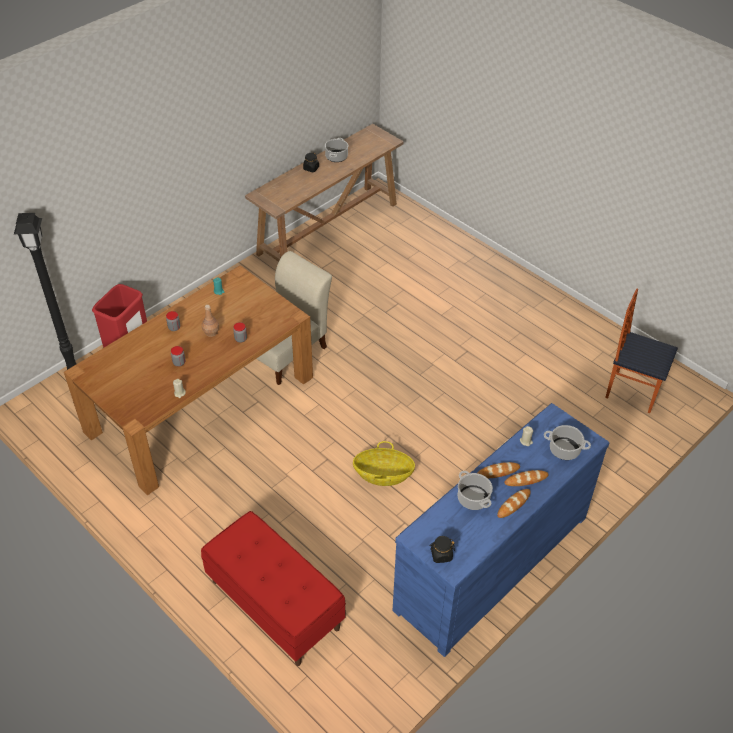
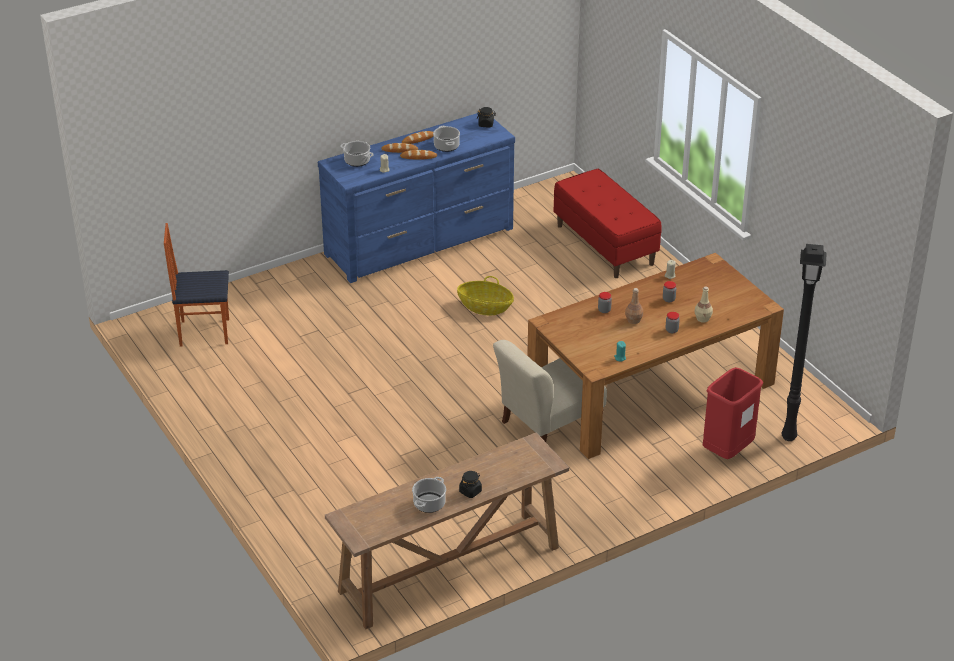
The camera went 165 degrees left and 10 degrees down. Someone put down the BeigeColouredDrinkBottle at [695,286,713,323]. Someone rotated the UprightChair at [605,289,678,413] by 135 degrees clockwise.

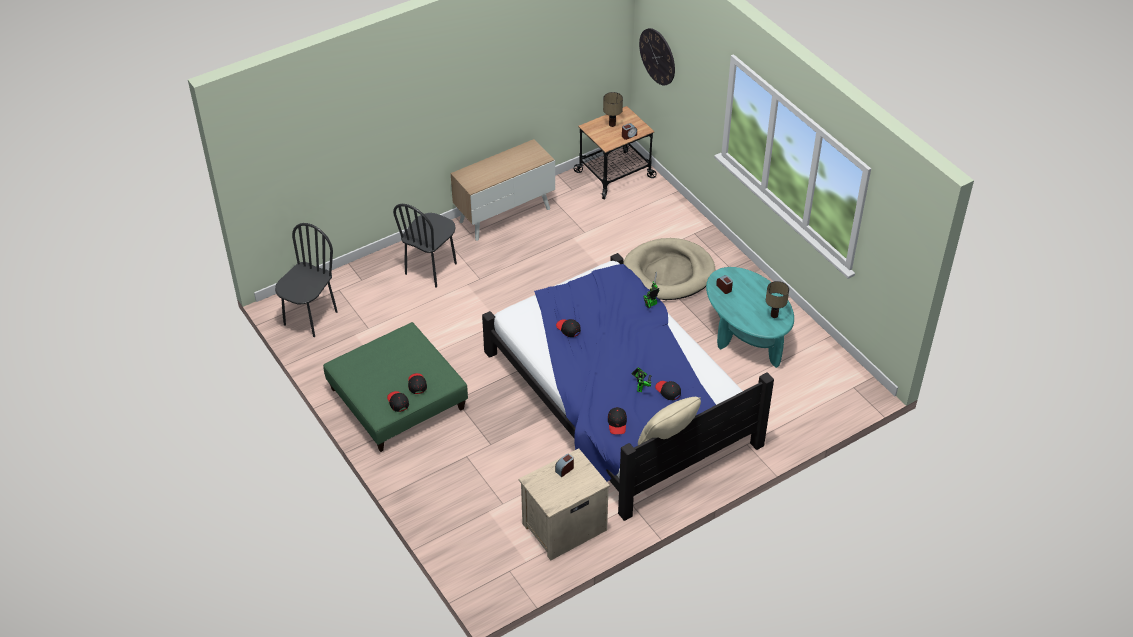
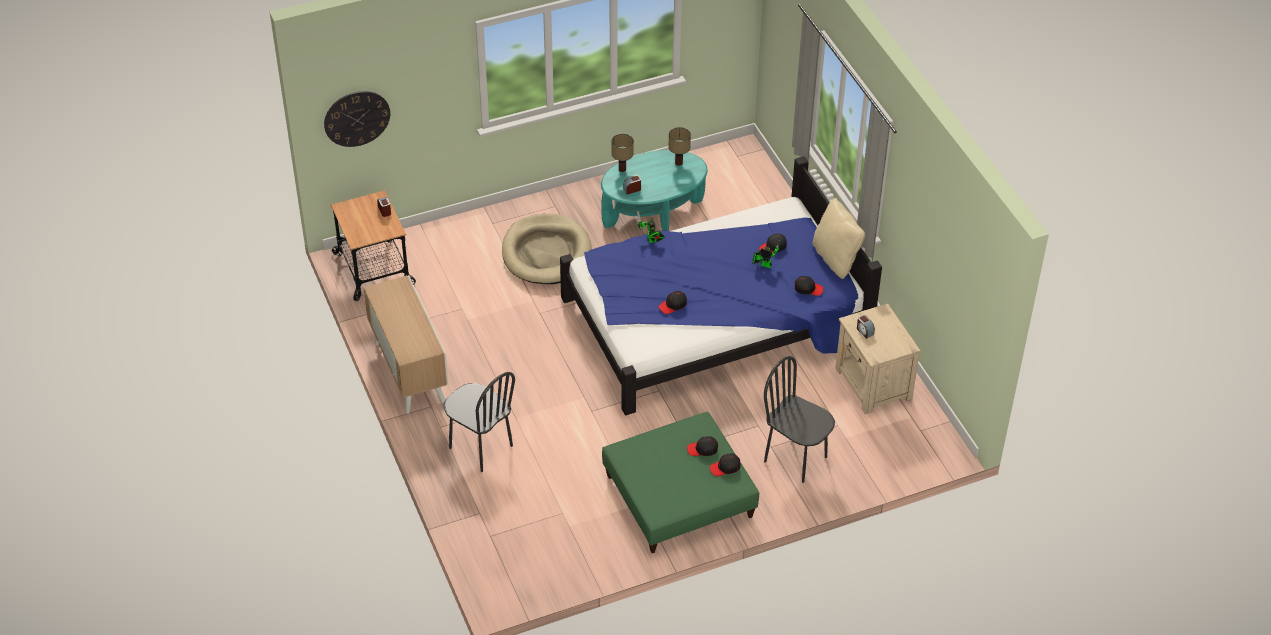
The camera went 80 degrees left and 0 degrees up. Someone carried the BlackishUprightChair from [275,223,337,337] to [764,356,835,483]. Someone carried the TabletopLamp from [603,92,623,127] to [612,134,634,172].

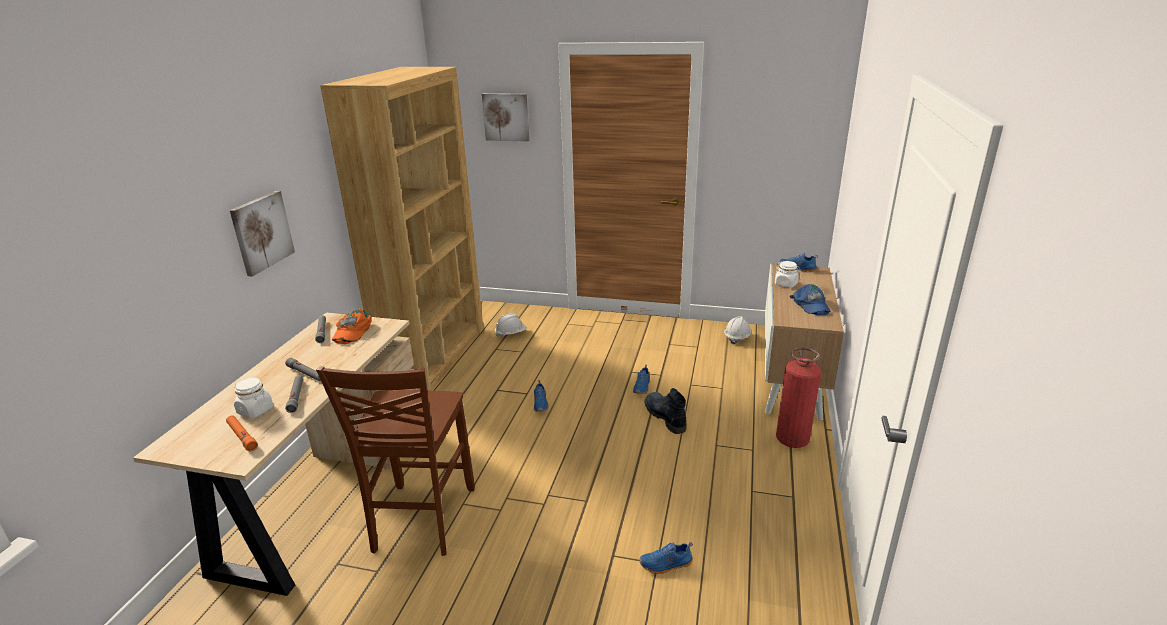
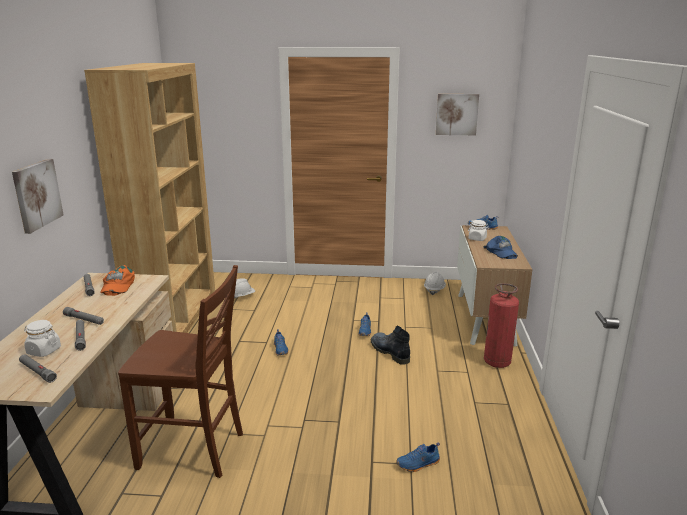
The camera went 10 degrees left and 5 degrees down. Someone carried the Picture from [482,93,529,142] to [436,94,479,135]. Someone repainted the OrangeHandTorch at [226,416,258,451], which became the GreyishHandTorch at [19,355,57,383]. Someone rotated the BrownishUprightChair at [316,366,475,556] by 75 degrees counterclockwise.

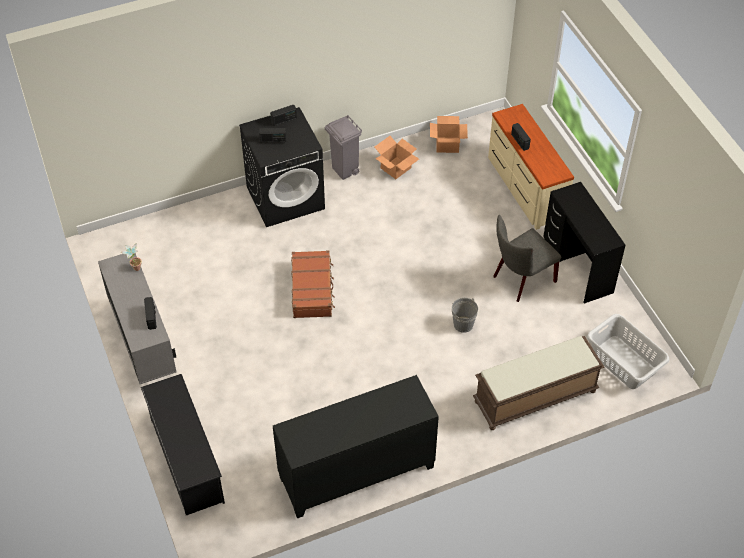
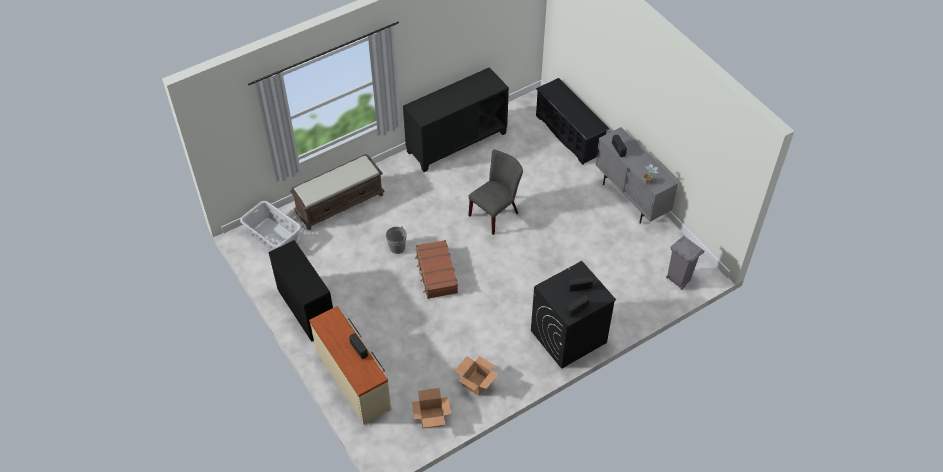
The camera went 170 degrees right and 0 degrees up. Someone carried the BrownishPieceOfLuggage from [291,250,335,318] to [415,240,458,299]. Someone carried the GreyishRubbishBin from [325,115,362,180] to [666,236,704,290]. Someone carried the GreyishUprightChair from [493,215,561,302] to [468,149,523,235].

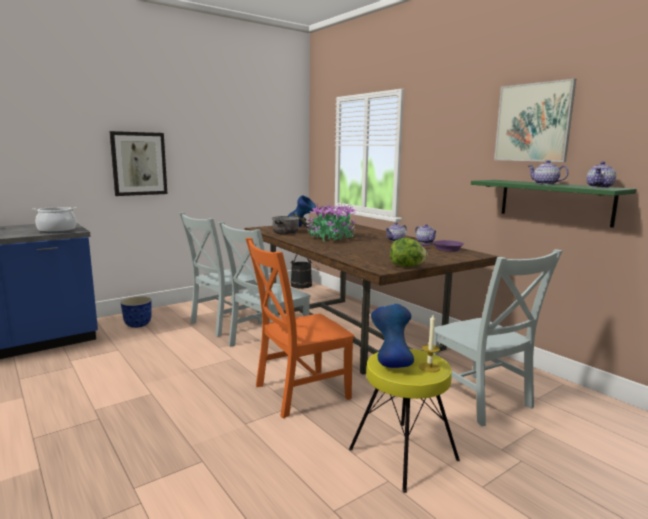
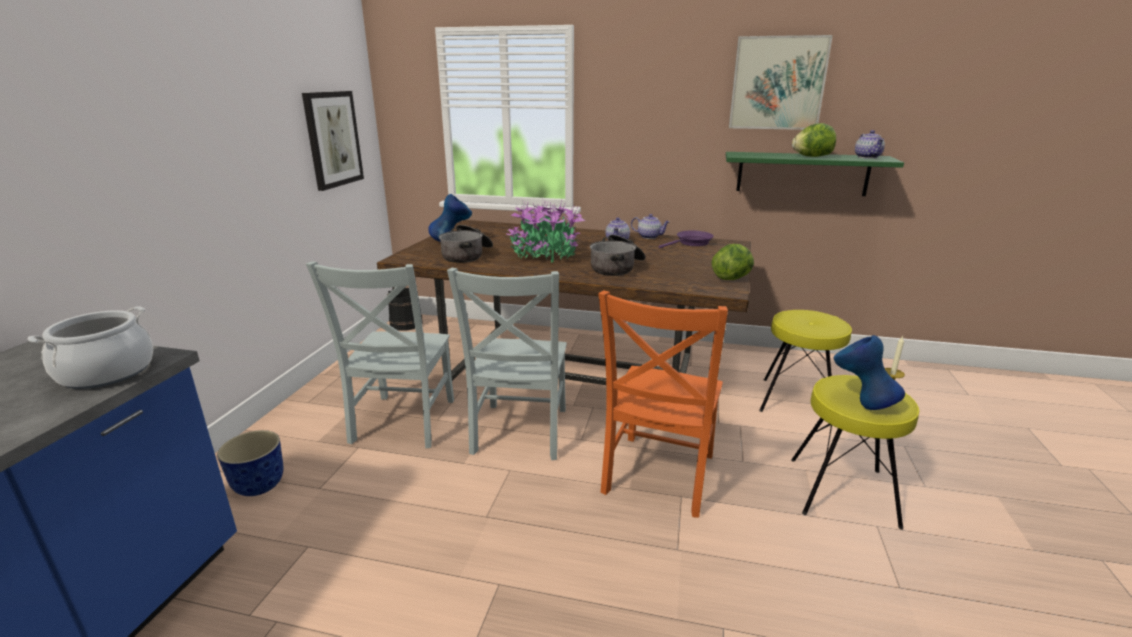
The camera went 40 degrees left and 10 degrees up. Someone put down the Saucepot at [590,235,646,276]. Someone carried the Picture from [109,131,167,196] to [302,91,364,191]. Someone swapped the GreyishUprightChair at [433,249,563,426] for the YellowColouredStool at [759,310,852,412]. Someone swapped the TeaPot at [528,160,569,185] for the Lettuce at [792,123,836,157].

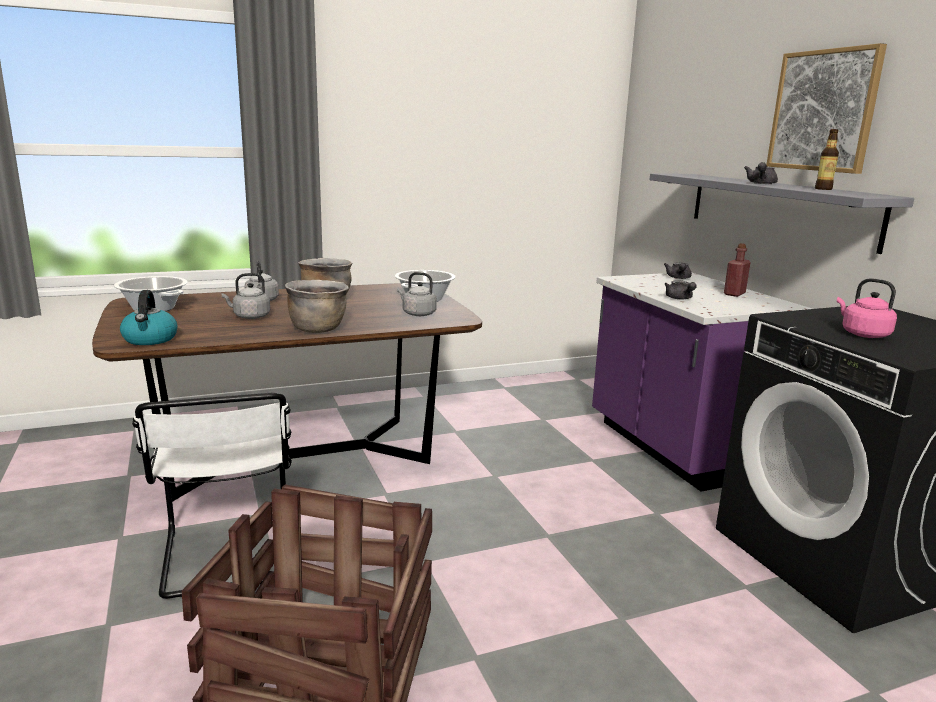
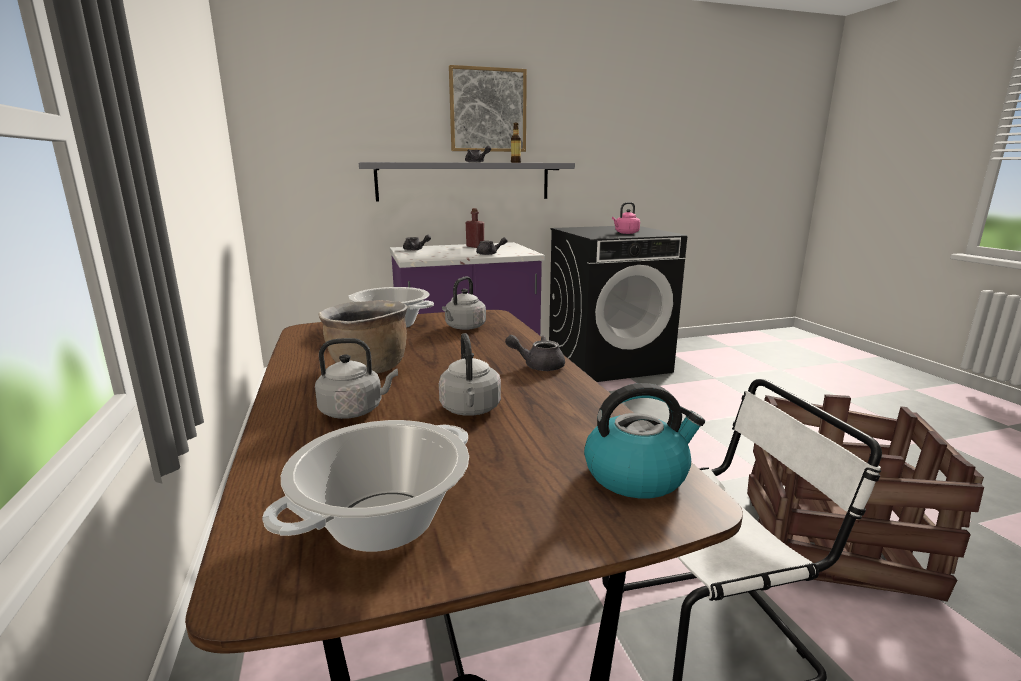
The camera went 85 degrees left and 0 degrees up. Someone swapped the BrownishSaucepot at [285,280,349,333] for the GreyishTeaPot at [505,335,565,371].

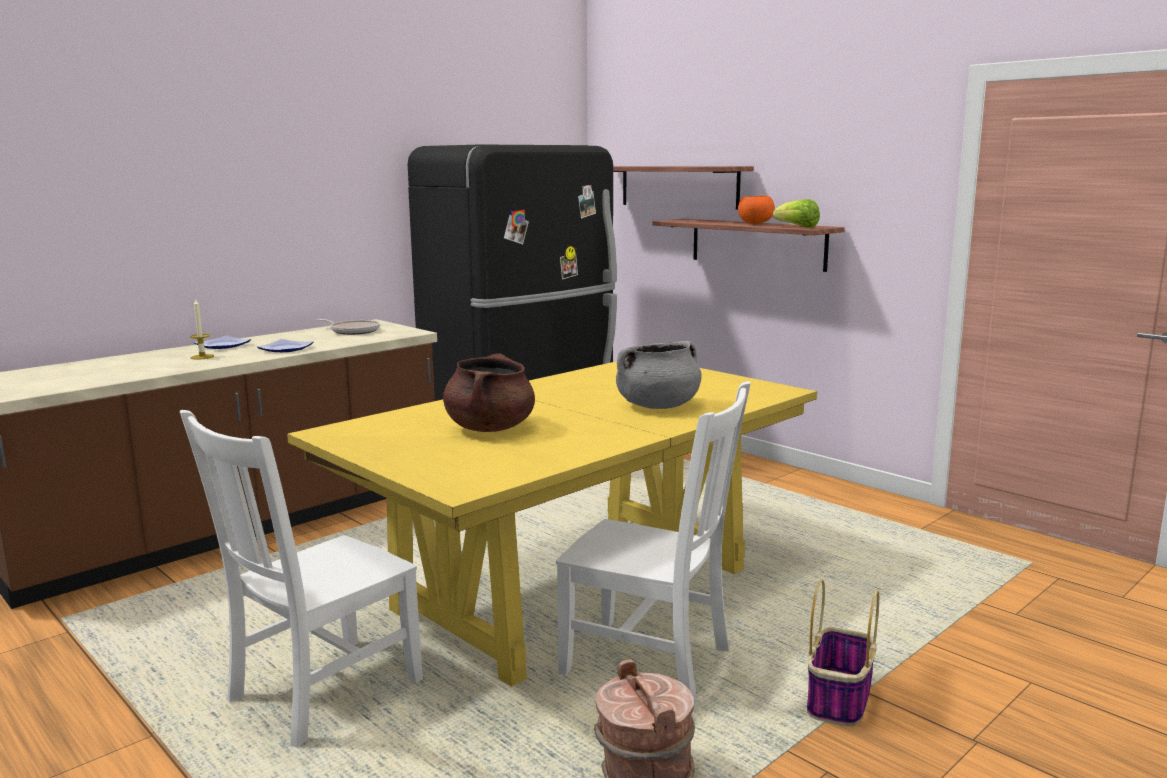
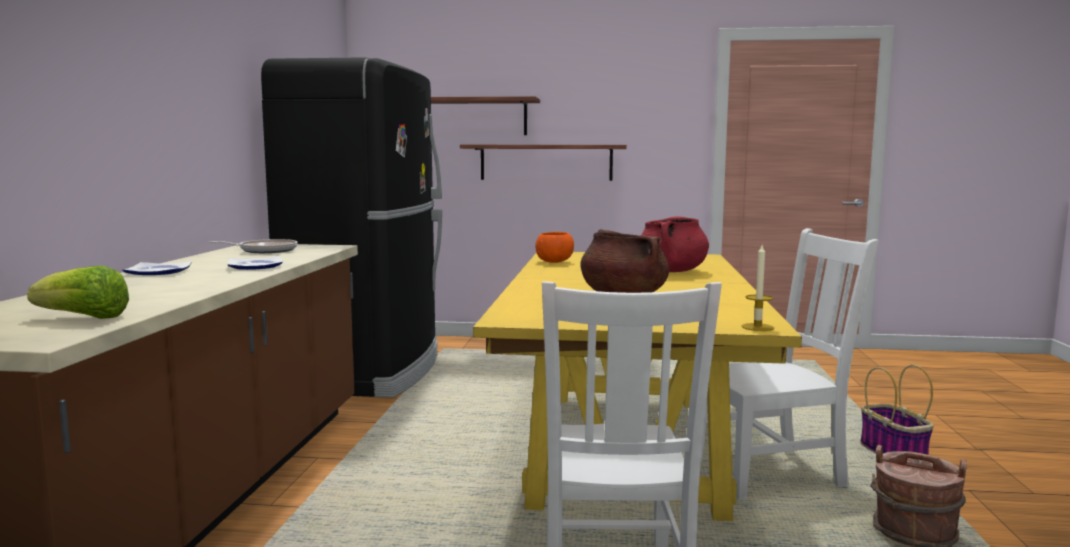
The camera went 40 degrees left and 5 degrees down. Someone carried the WaxLight from [190,299,214,360] to [742,245,774,331]. Someone carried the OrangeServingBowl from [738,196,775,224] to [535,232,574,263]. Someone carried the Lettuce from [773,199,820,228] to [27,265,129,319]. Someone repainted the GreyishSaucepot at [616,341,702,409], which became the RedSaucepot at [641,216,709,272].

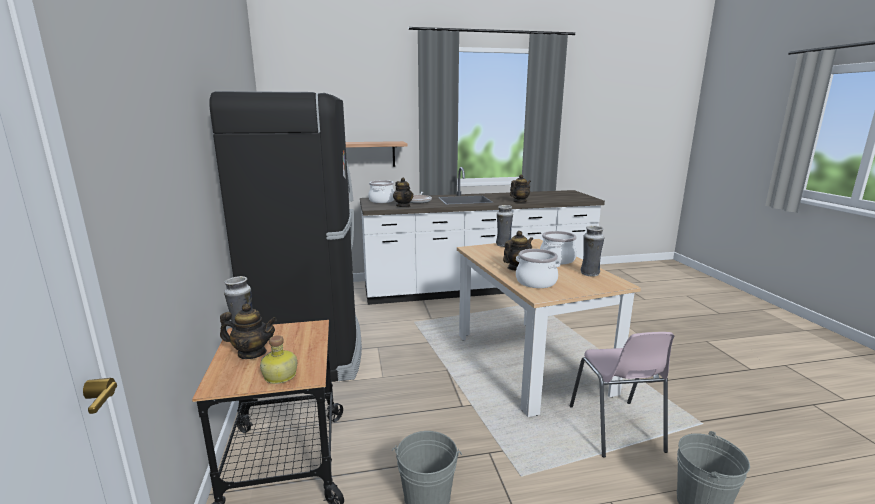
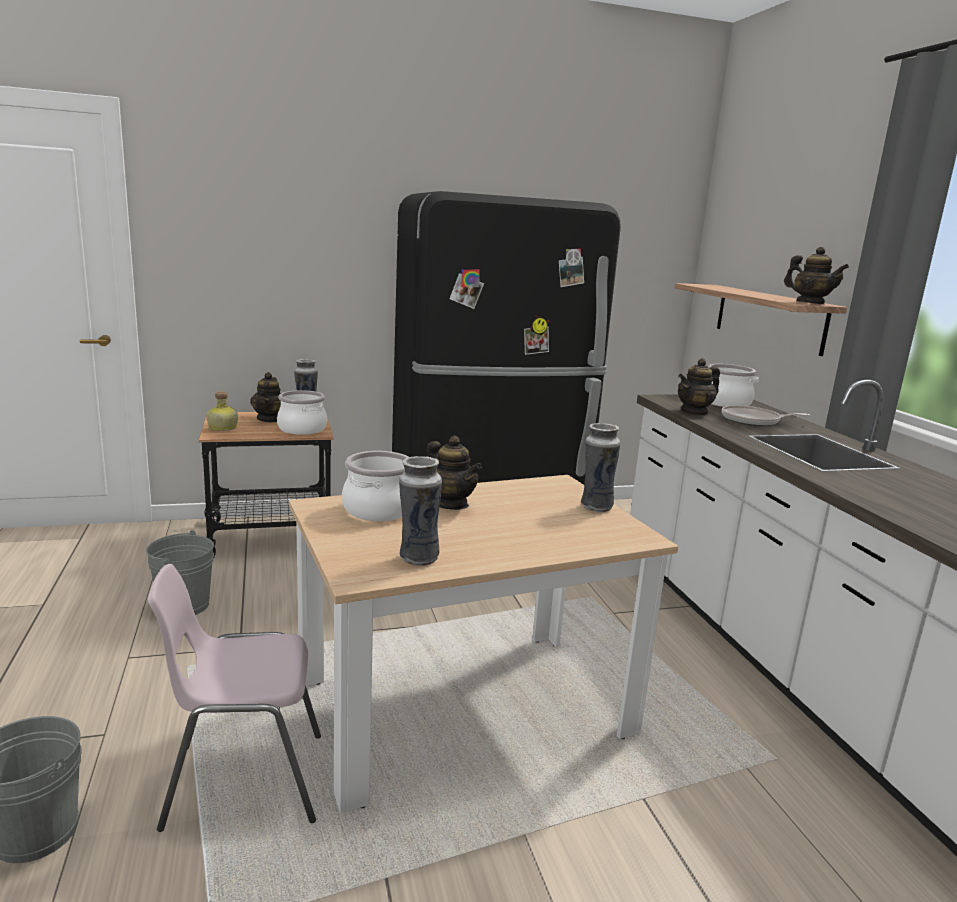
The camera went 85 degrees right and 0 degrees up. Someone carried the TeaPot from [510,174,531,203] to [784,247,849,305]. Someone carried the Saucepot from [540,231,577,264] to [277,390,327,435].

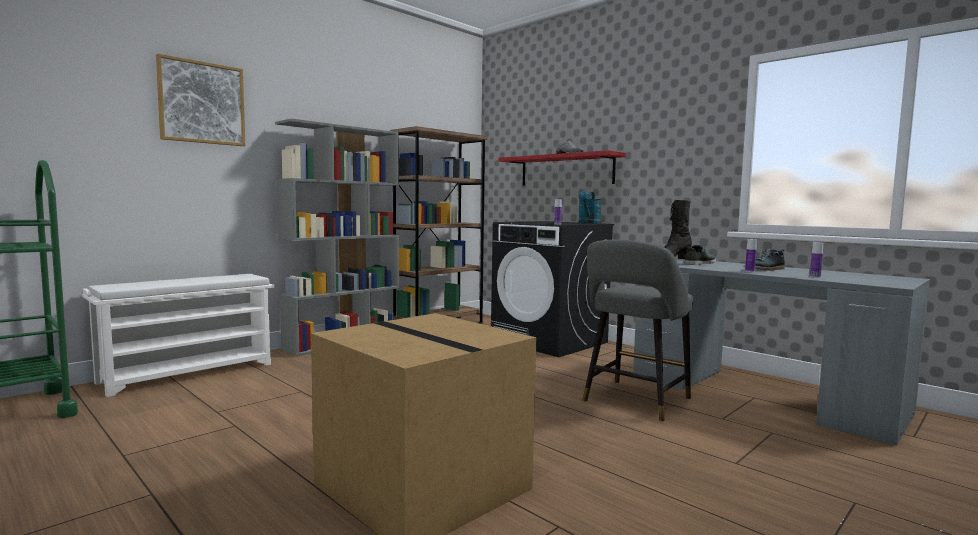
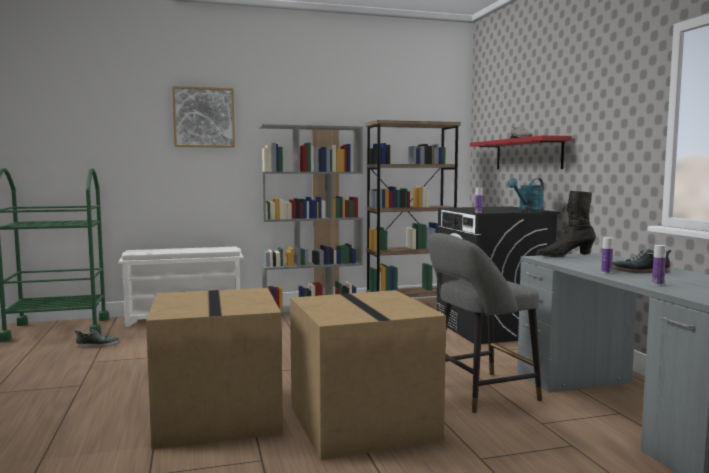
The camera went 30 degrees right and 0 degrees up. Someone put down the Carton at [290,290,446,460]. Someone carried the ItemOfFootwear from [684,245,716,265] to [75,329,119,347].

